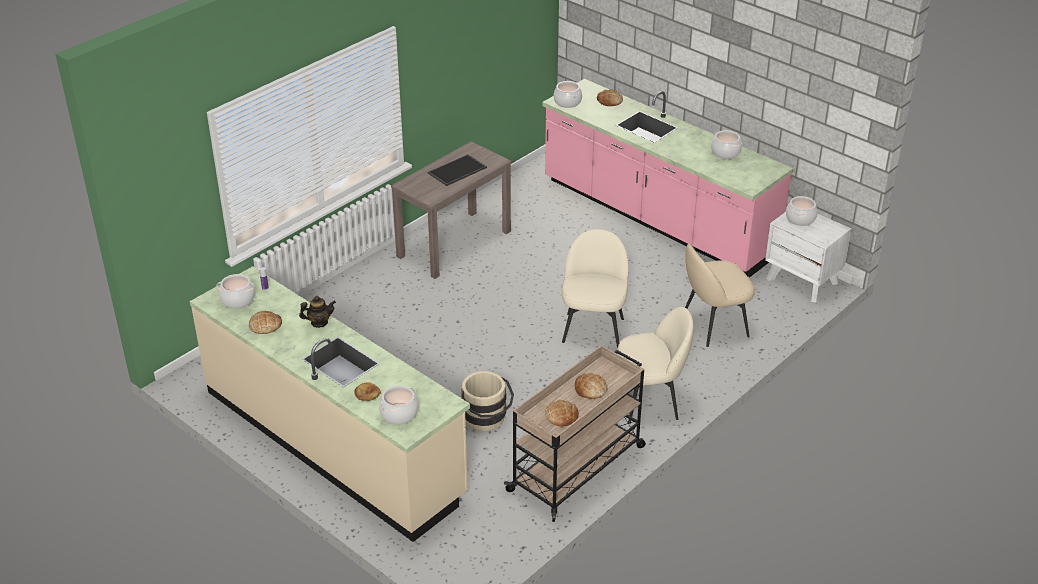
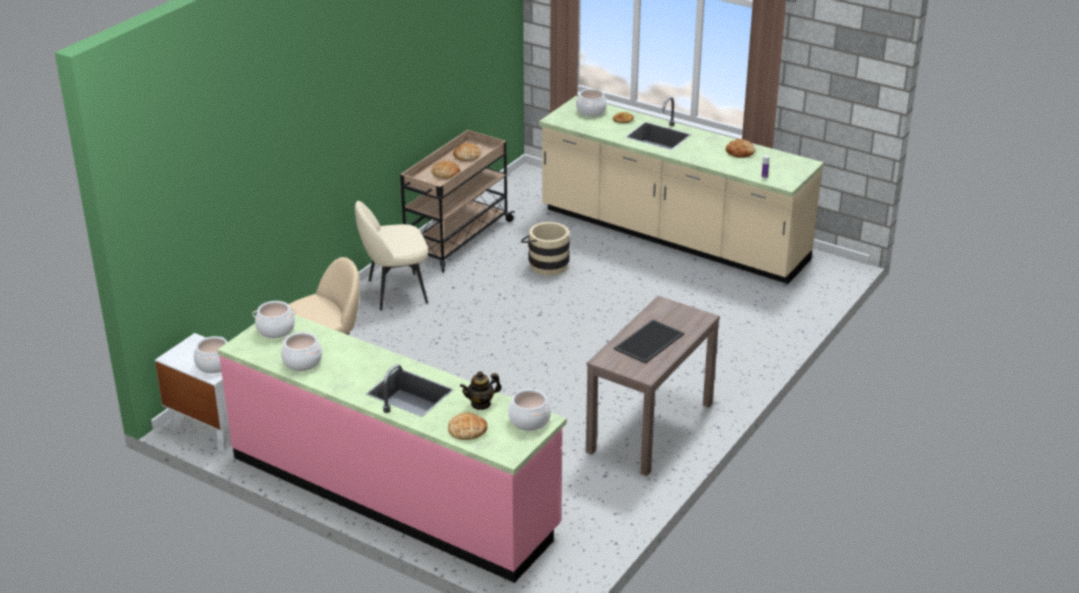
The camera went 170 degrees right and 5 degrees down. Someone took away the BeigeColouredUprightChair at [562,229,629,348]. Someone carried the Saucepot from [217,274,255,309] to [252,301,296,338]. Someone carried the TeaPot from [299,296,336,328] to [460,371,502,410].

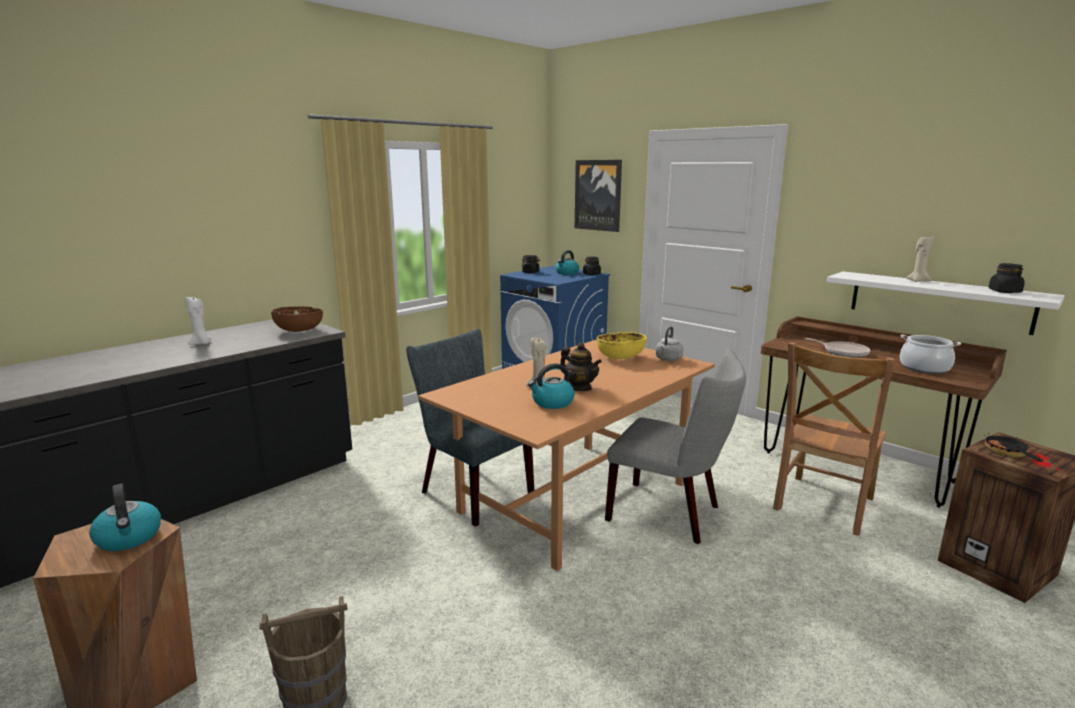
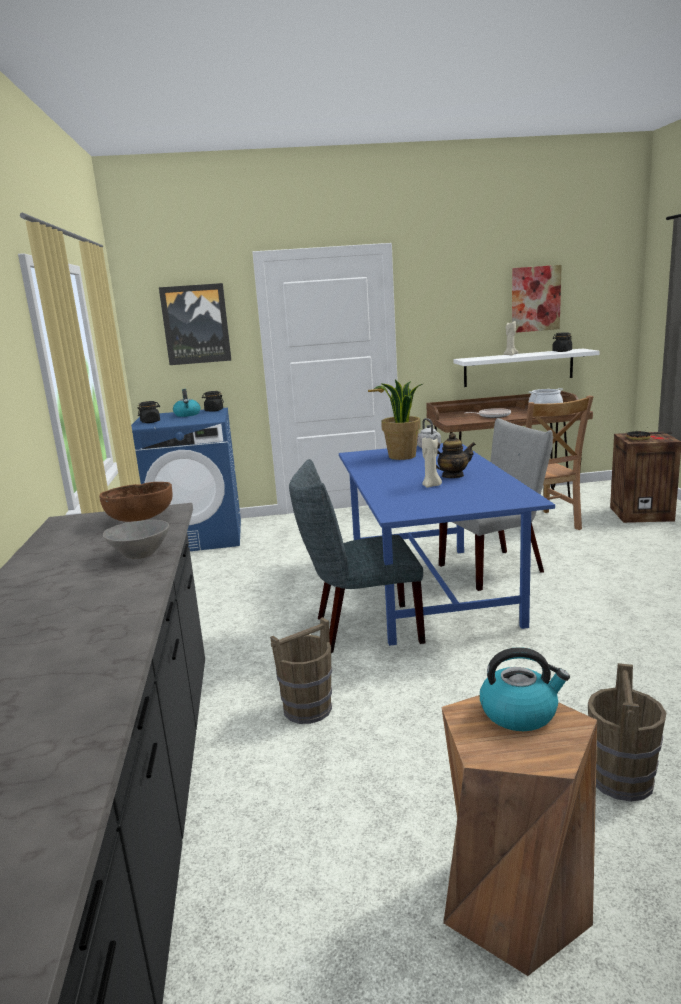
The camera went 50 degrees left and 0 degrees up. Someone took away the WhiteWaxLight at [185,297,212,345]. Someone took away the WaterKettle at [528,363,575,409]. Someone put down the GreyishServingBowl at [103,520,169,559]. Someone put down the BrownishBucket at [270,617,332,724]. Someone put up the Picture at [512,265,562,333]. Someone swapped the YellowColouredServingBowl at [597,332,647,359] for the Houseplant at [374,379,423,460]. Someone repainted the BrownishKitchenTable at [418,340,715,571], which became the BluishKitchenTable at [339,443,555,646].

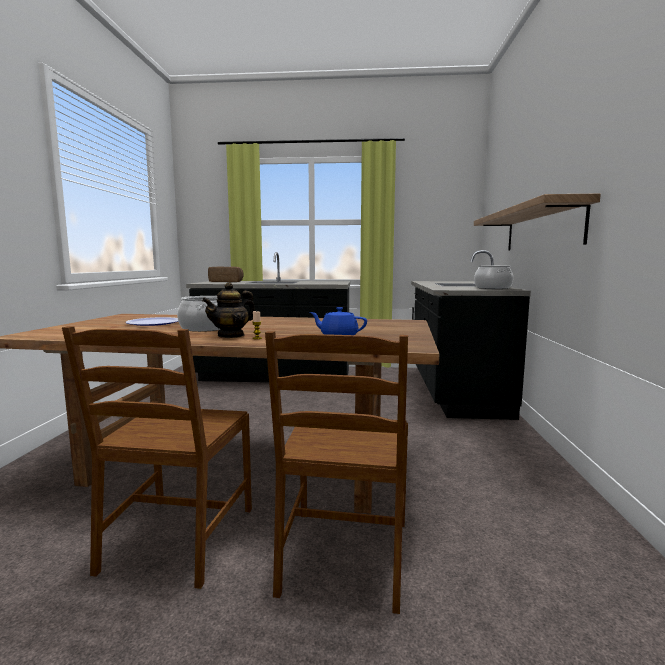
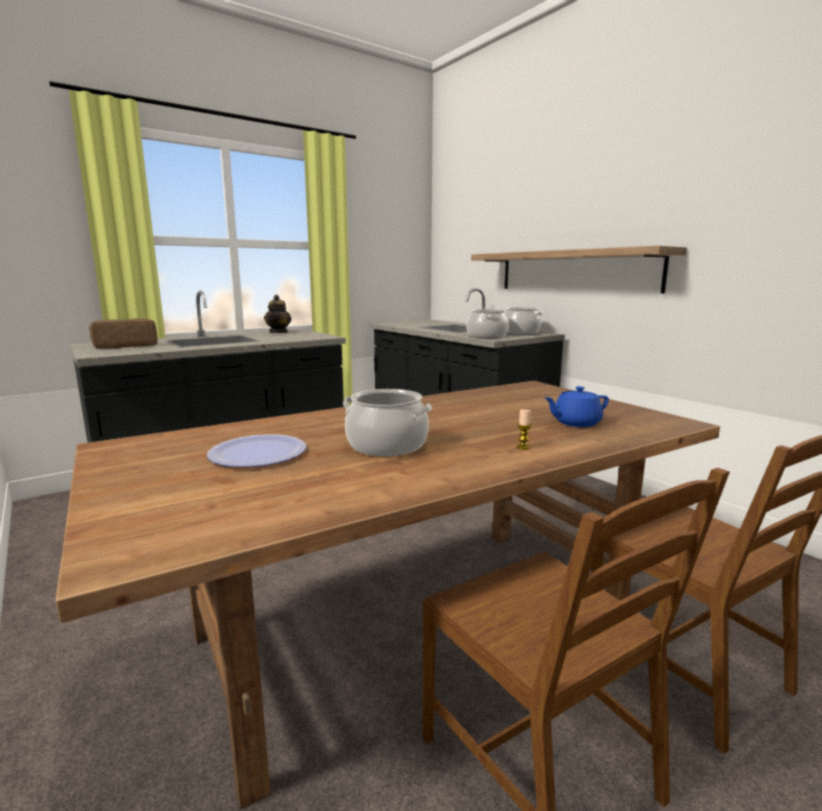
The camera went 40 degrees left and 5 degrees up. Someone put down the Saucepot at [466,309,509,338]. Someone carried the TeaPot from [202,282,255,338] to [264,295,291,333].

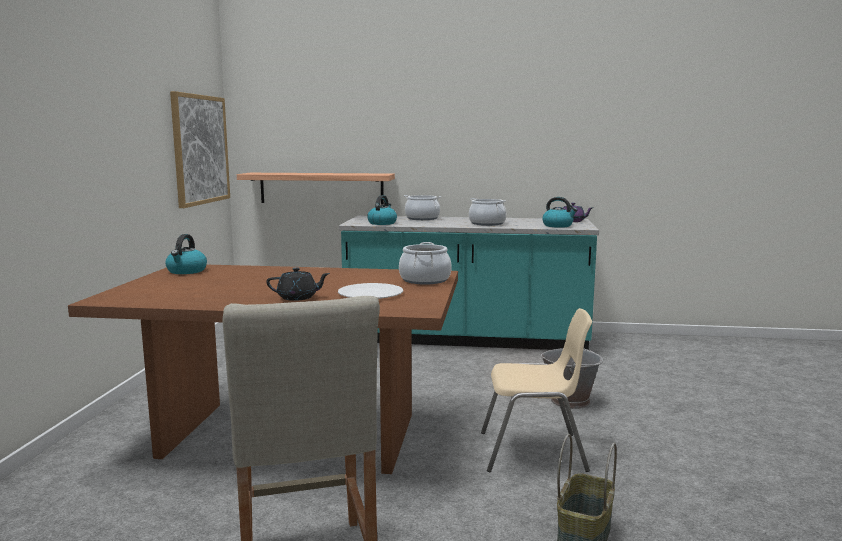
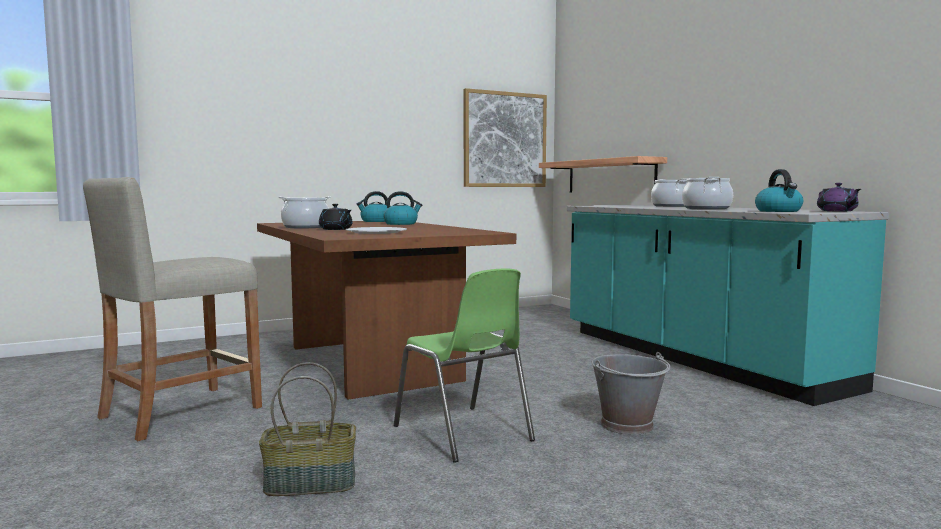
The camera went 55 degrees right and 5 degrees down. Someone carried the WaterKettle from [367,195,397,225] to [383,191,422,225]. Someone carried the Saucepot from [399,242,452,285] to [278,196,331,228]. Someone repainted the BeigeColouredUprightChair at [481,308,592,472], which became the GreenishUprightChair at [394,268,535,463].

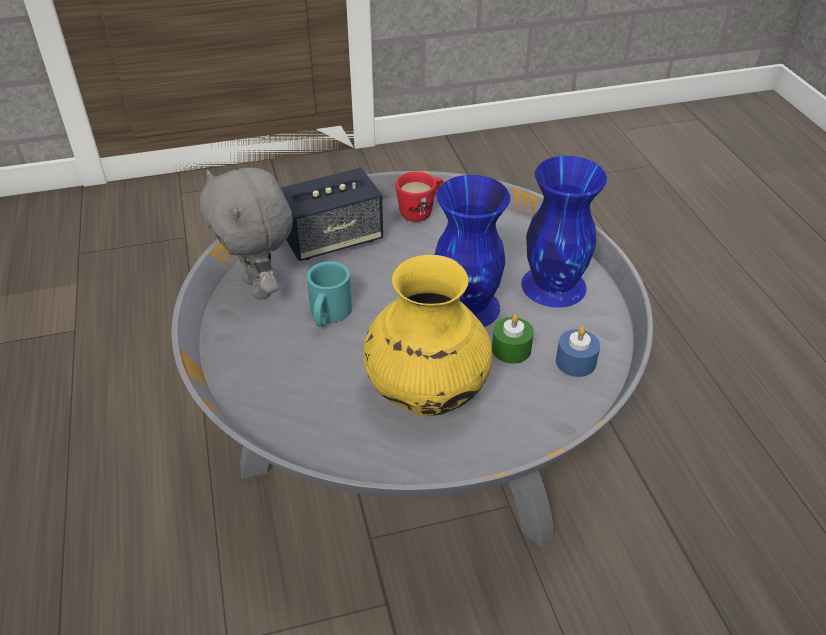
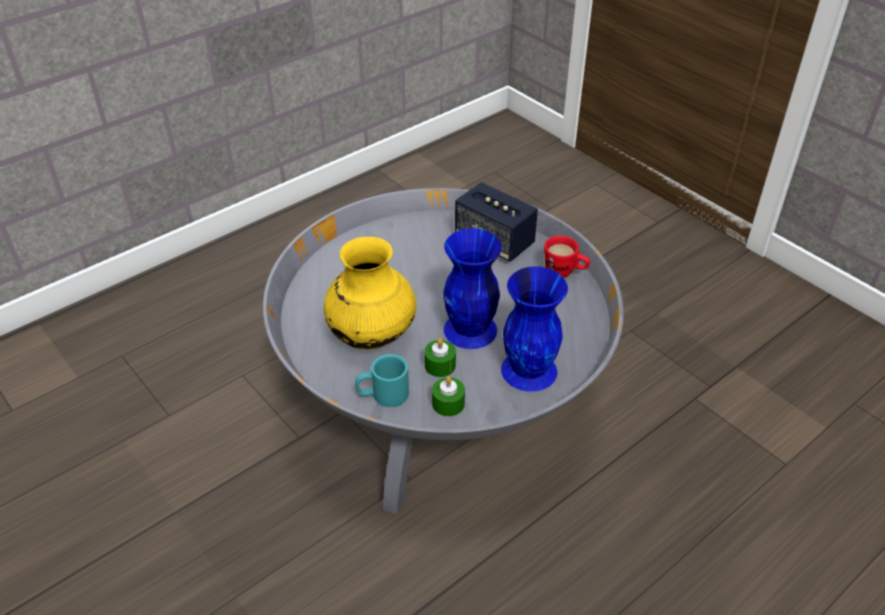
The camera went 65 degrees right and 0 degrees up. Someone took away the GreyishSoftToy at [200,168,293,300]. Someone carried the TurquoiseColouredMug from [307,261,352,327] to [355,354,409,407]. Someone repainted the BluishWaxLight at [556,327,600,377], which became the GreenishWaxLight at [432,377,465,416].

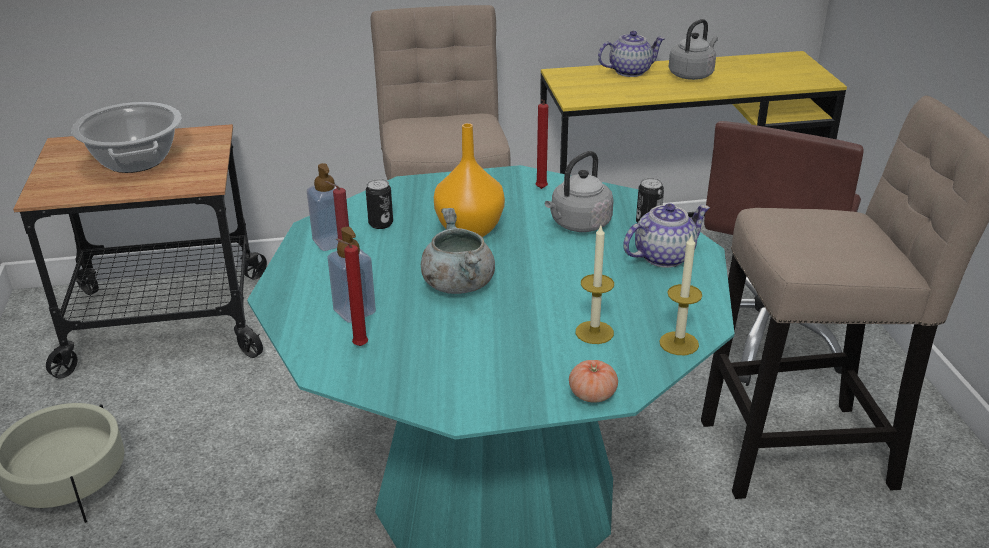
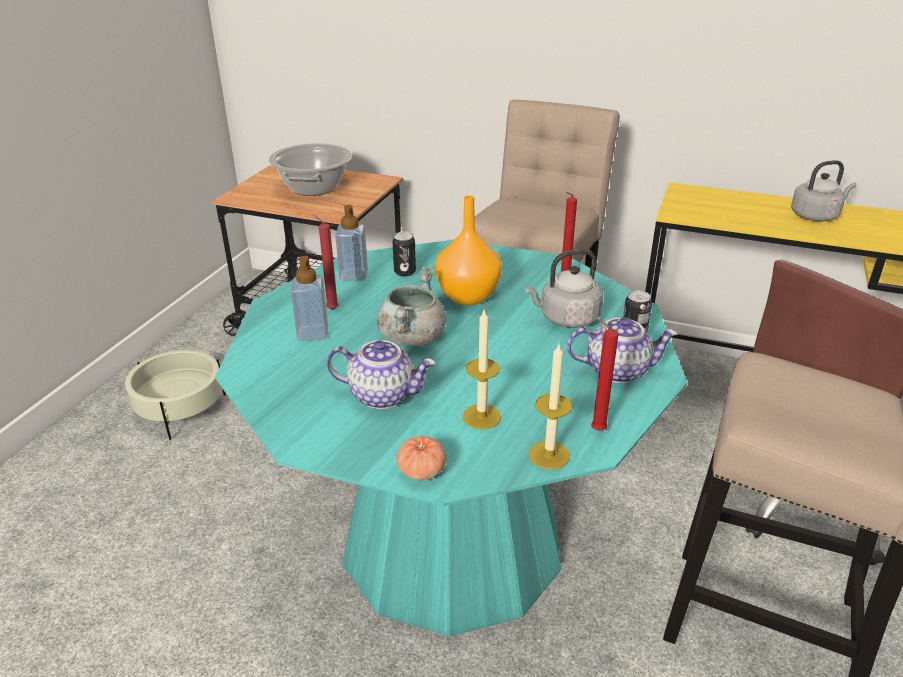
The camera went 30 degrees right and 0 degrees up. Someone carried the RedWaxLight from [336,239,368,346] to [591,319,618,431]. Someone carried the TeaPot from [598,31,665,77] to [327,340,436,409].

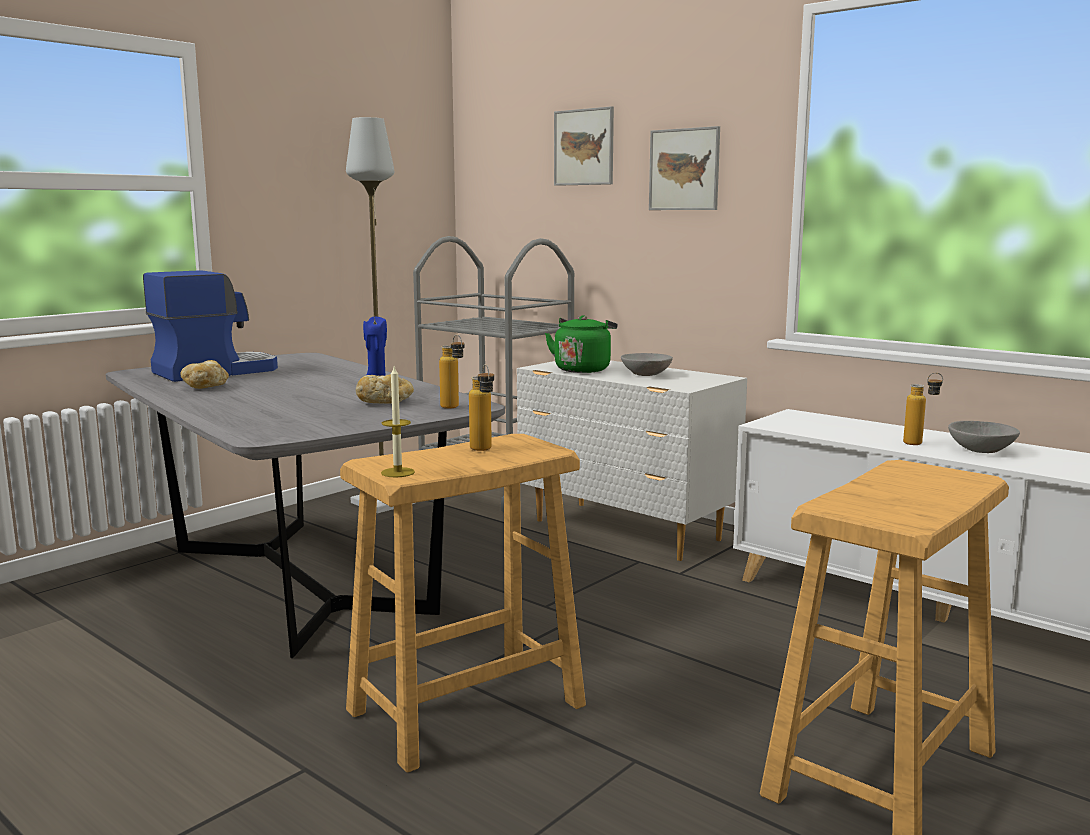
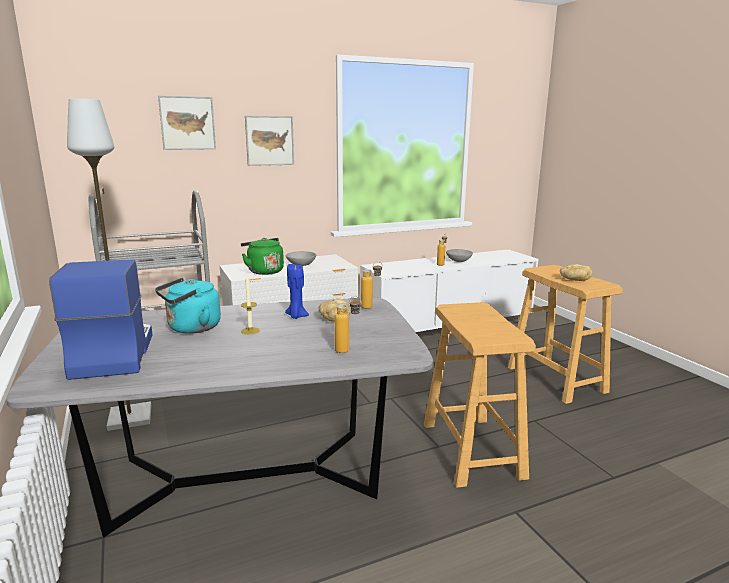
The camera went 65 degrees left and 5 degrees up. Someone put down the TurquoiseColouredWaterKettle at [155,277,221,334]. Someone carried the Bread from [180,360,229,389] to [560,264,593,281]. Someone carried the WaxLight from [381,367,415,477] to [241,275,260,334]. Someone carried the DrinkBottle from [469,364,494,451] to [335,296,362,353].

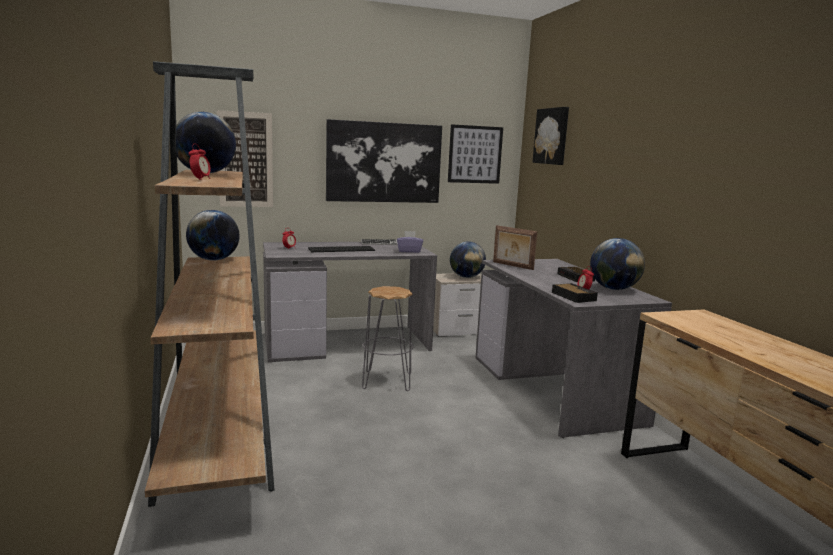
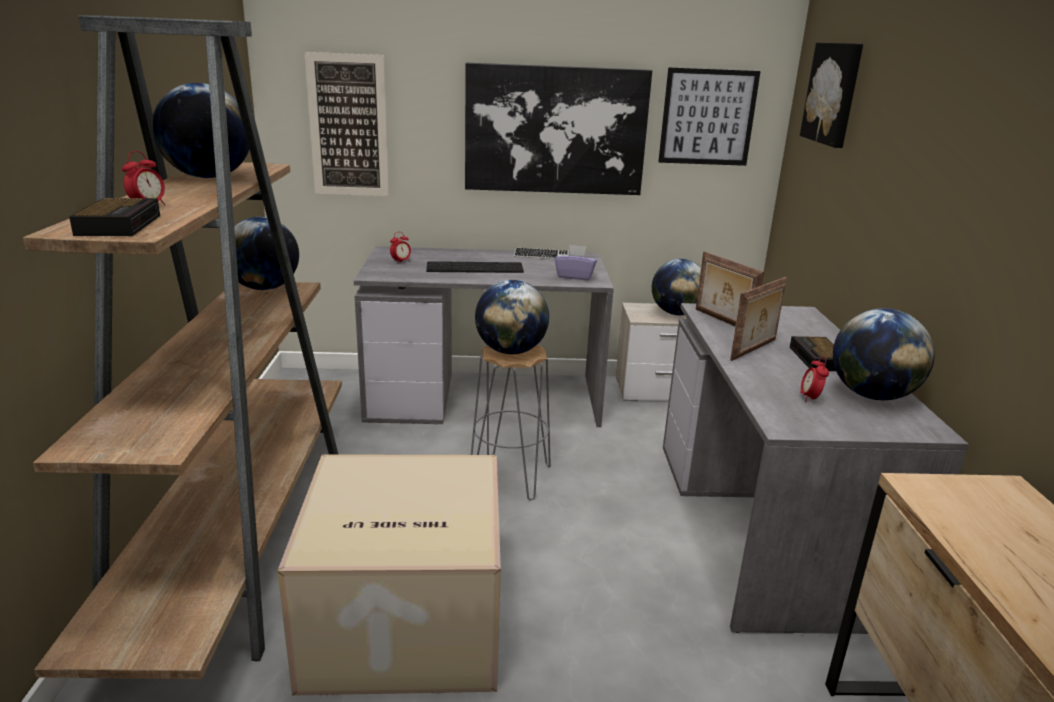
The camera went 15 degrees right and 10 degrees up. Someone put down the Carton at [277,454,501,696]. Someone put down the WorldGlobe at [475,280,549,354]. Someone put down the PhotoFrame at [730,277,787,361]. Someone carried the AlarmClock from [552,283,598,303] to [69,198,160,236].

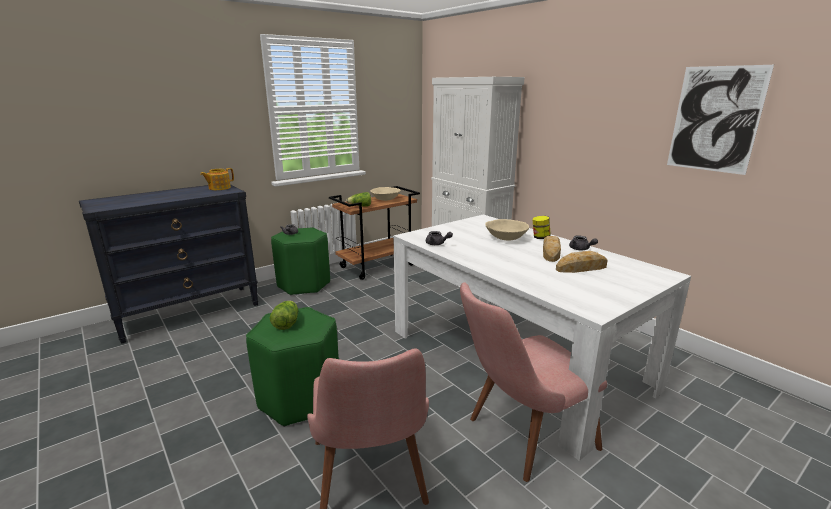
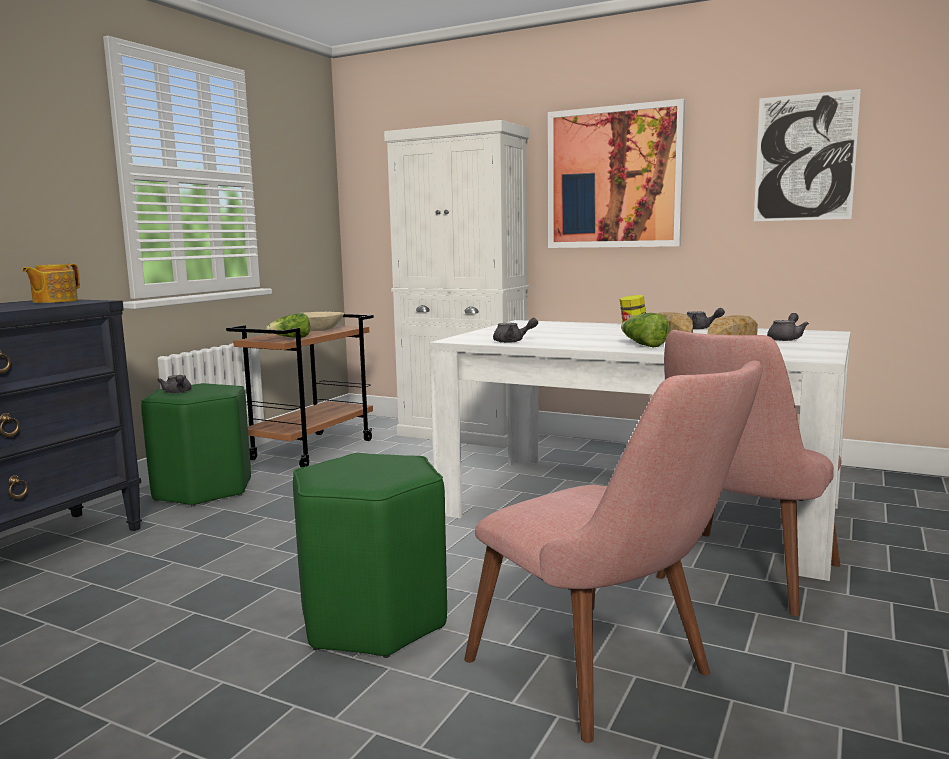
The camera went 25 degrees left and 10 degrees down. Someone took away the BeigeColouredServingBowl at [485,219,529,240]. Someone put up the Picture at [548,99,685,248]. Someone put down the GreyishTeaPot at [767,313,809,341]. Someone carried the Lettuce from [270,301,298,330] to [621,313,670,347].

